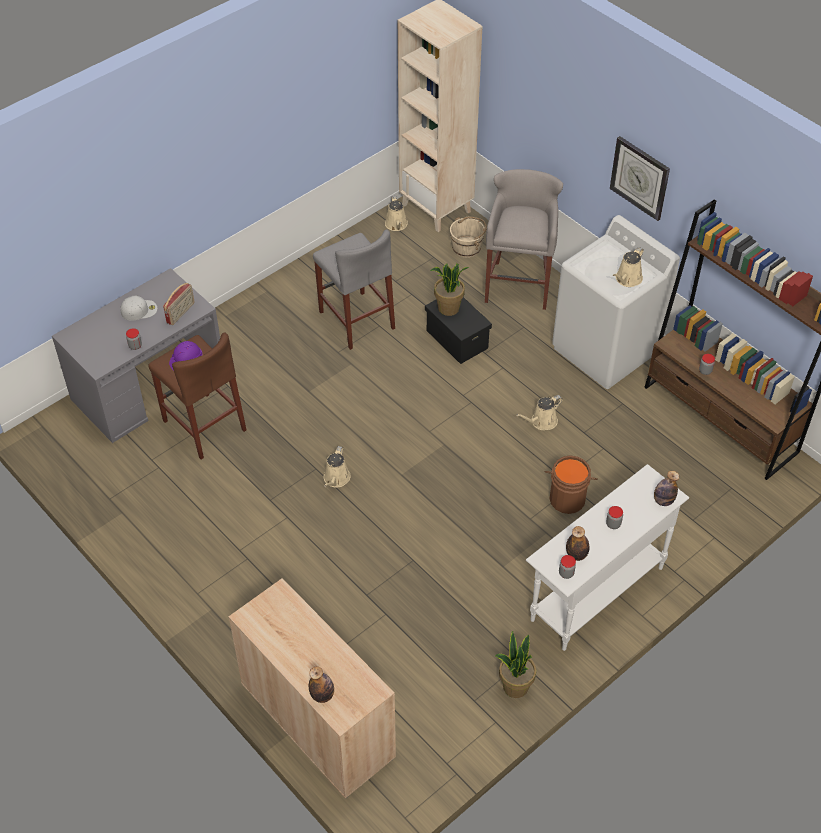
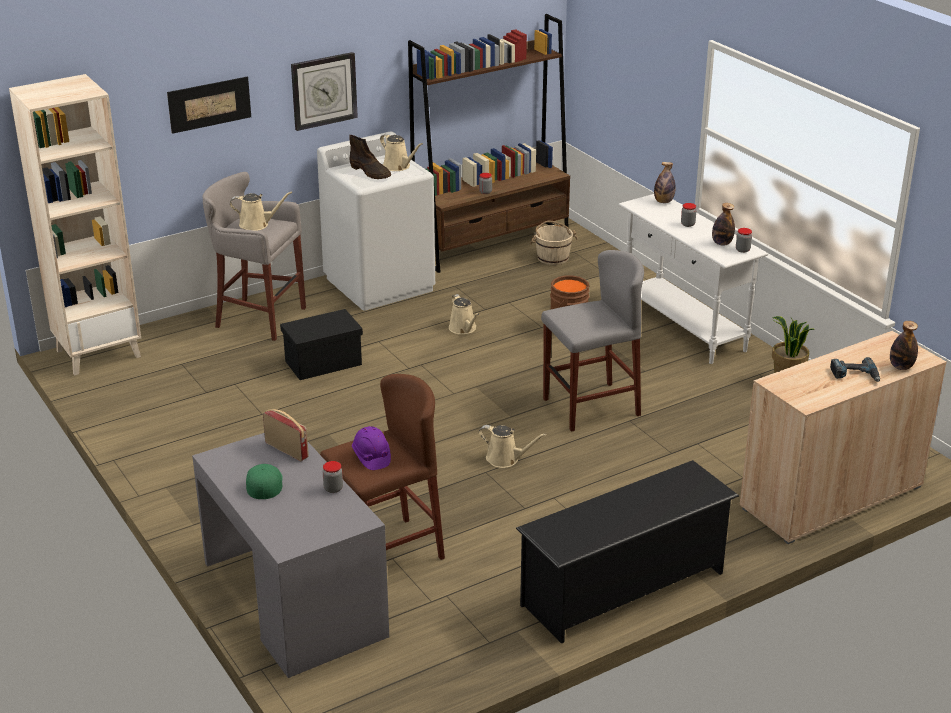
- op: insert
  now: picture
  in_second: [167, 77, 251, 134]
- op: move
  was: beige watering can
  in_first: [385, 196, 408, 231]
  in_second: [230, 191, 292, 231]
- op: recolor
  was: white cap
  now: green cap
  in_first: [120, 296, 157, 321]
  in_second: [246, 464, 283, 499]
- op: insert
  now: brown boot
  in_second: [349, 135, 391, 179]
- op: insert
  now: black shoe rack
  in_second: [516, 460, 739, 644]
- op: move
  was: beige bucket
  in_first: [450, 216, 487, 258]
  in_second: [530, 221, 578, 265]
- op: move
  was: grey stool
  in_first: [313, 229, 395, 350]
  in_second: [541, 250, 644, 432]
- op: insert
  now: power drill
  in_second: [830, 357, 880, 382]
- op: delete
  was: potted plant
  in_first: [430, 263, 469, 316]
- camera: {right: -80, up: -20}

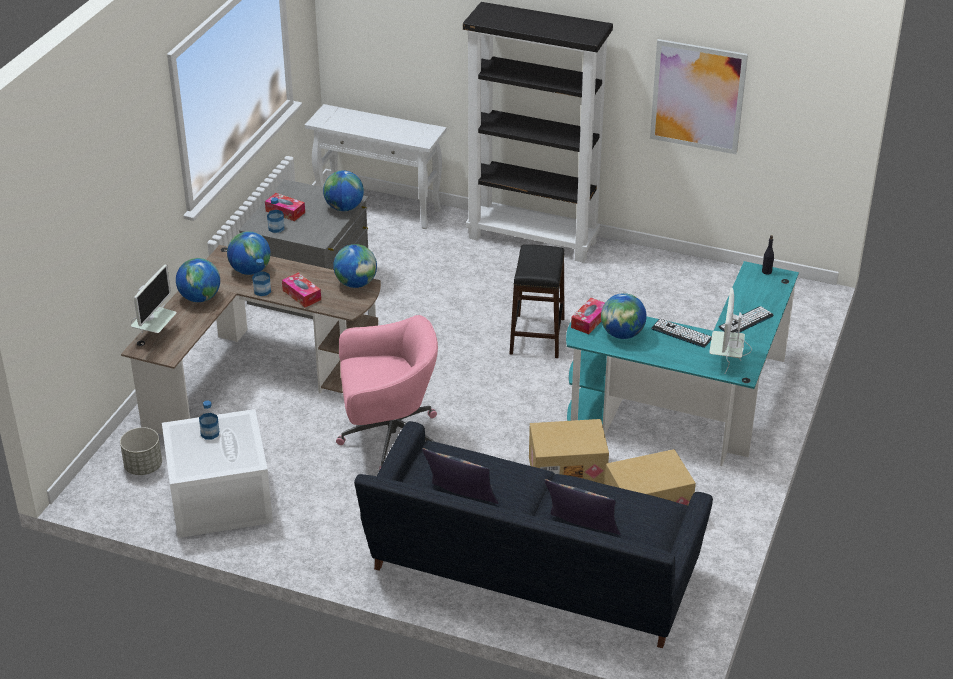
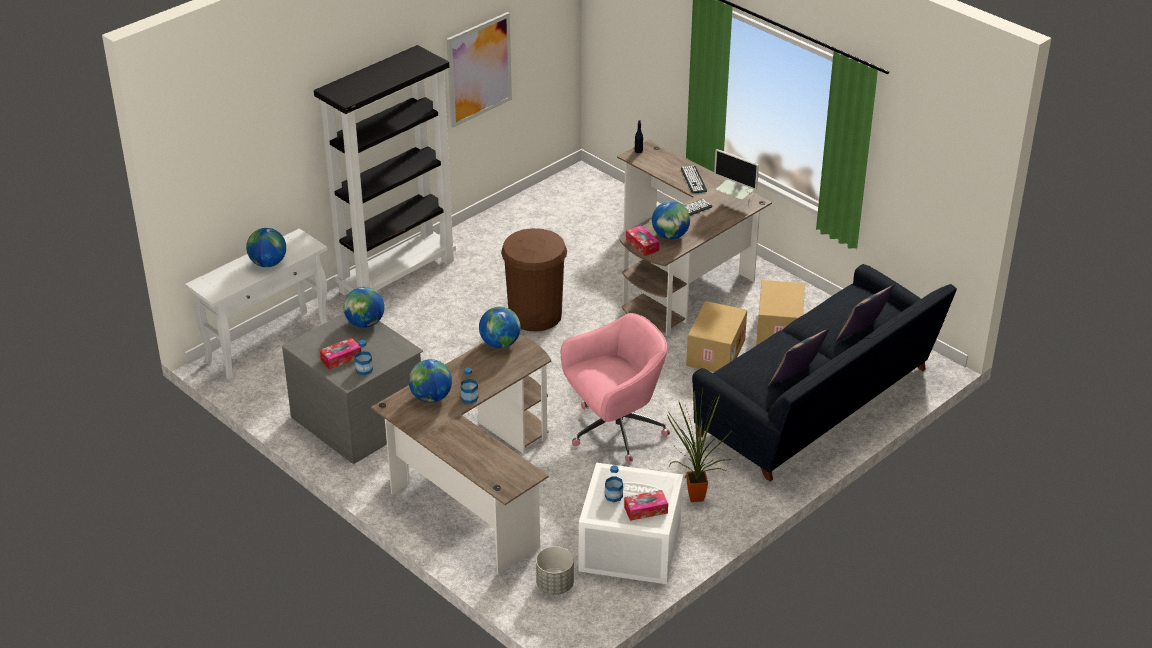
- op: move
  was: globe
  in_first: [176, 258, 220, 302]
  in_second: [246, 228, 286, 267]
- op: replace
  was: black stool
  now: brown trash can
  in_first: [510, 245, 565, 358]
  in_second: [501, 228, 567, 332]
- op: rotate
  was: pink office chair
  in_first: [336, 315, 438, 470]
  in_second: [561, 313, 670, 463]
  clockwise: 45
- op: recolor
  was: turquoise desk
  now: brown desk
  in_first: [566, 261, 799, 466]
  in_second: [617, 139, 772, 336]
- op: move
  was: tissue box
  in_first: [282, 273, 321, 307]
  in_second: [624, 490, 668, 521]
- op: insert
  now: potted plant
  in_second: [667, 389, 733, 502]
- op: delete
  was: monitor
  in_first: [131, 265, 177, 333]
- camera: {right: -65, up: 0}

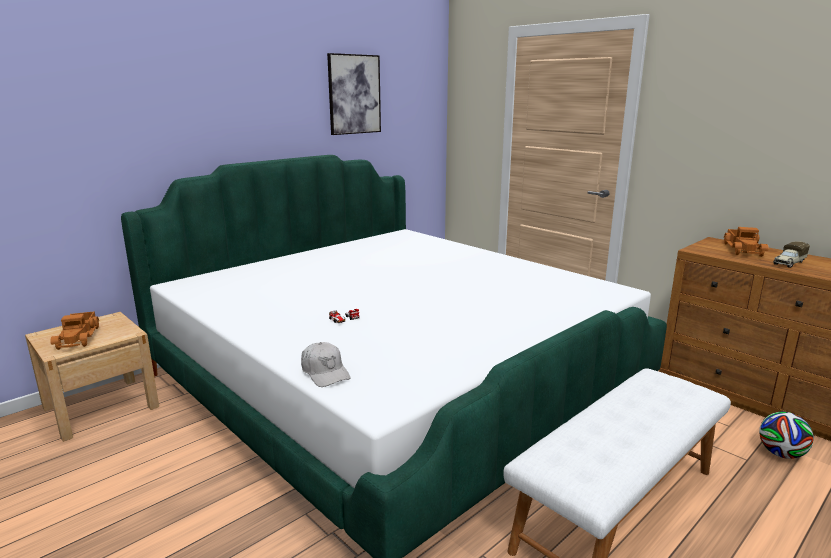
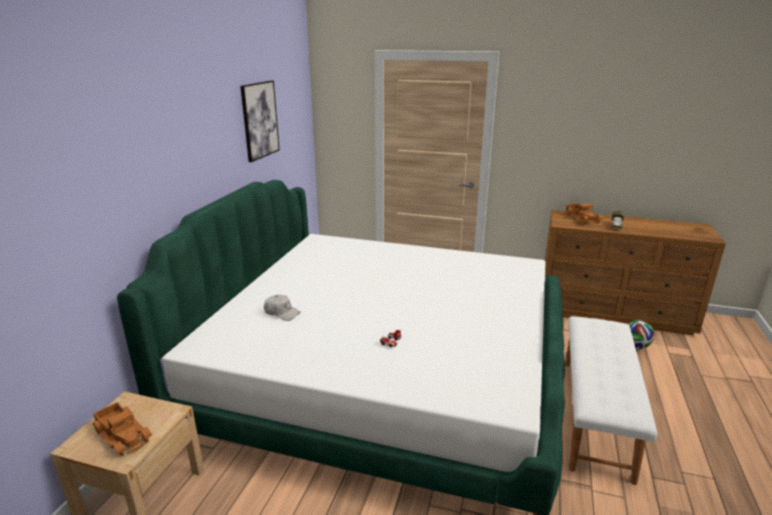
- op: move
  was: white cap
  in_first: [301, 342, 351, 387]
  in_second: [264, 295, 301, 321]
- camera: {right: -30, up: 5}

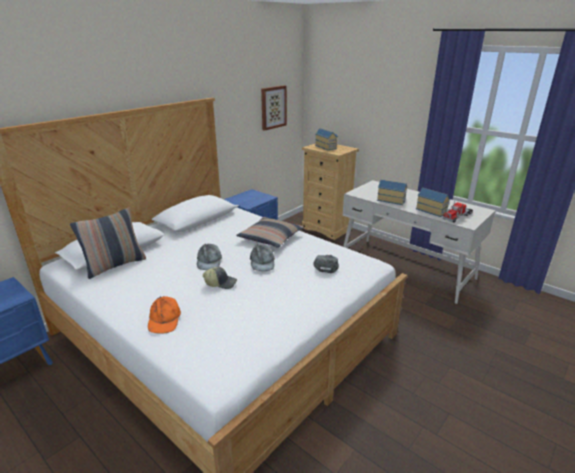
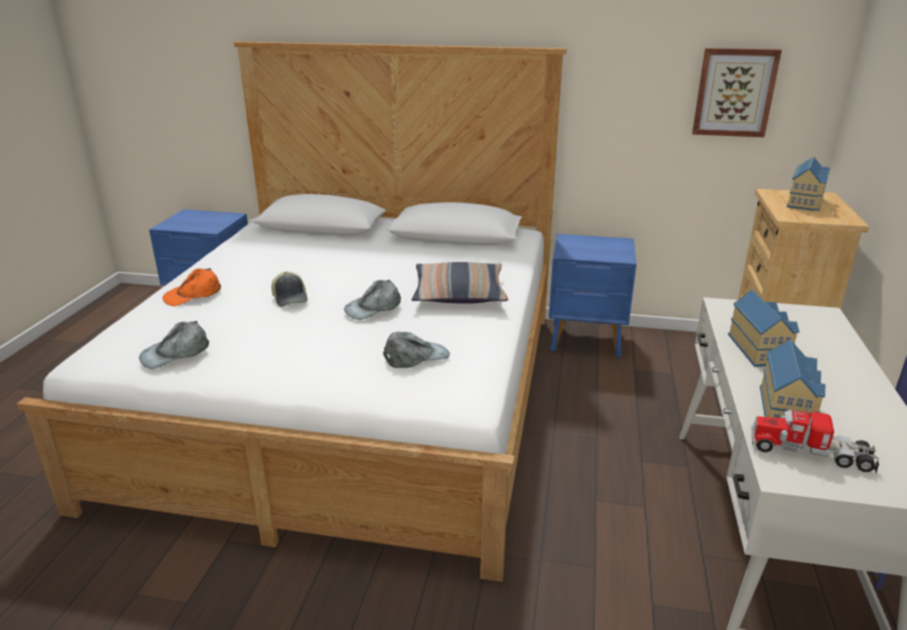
- op: move
  was: grey cap
  in_first: [197, 244, 222, 270]
  in_second: [139, 321, 209, 369]
- op: delete
  was: pillow
  in_first: [70, 207, 146, 279]
- camera: {right: 60, up: 0}

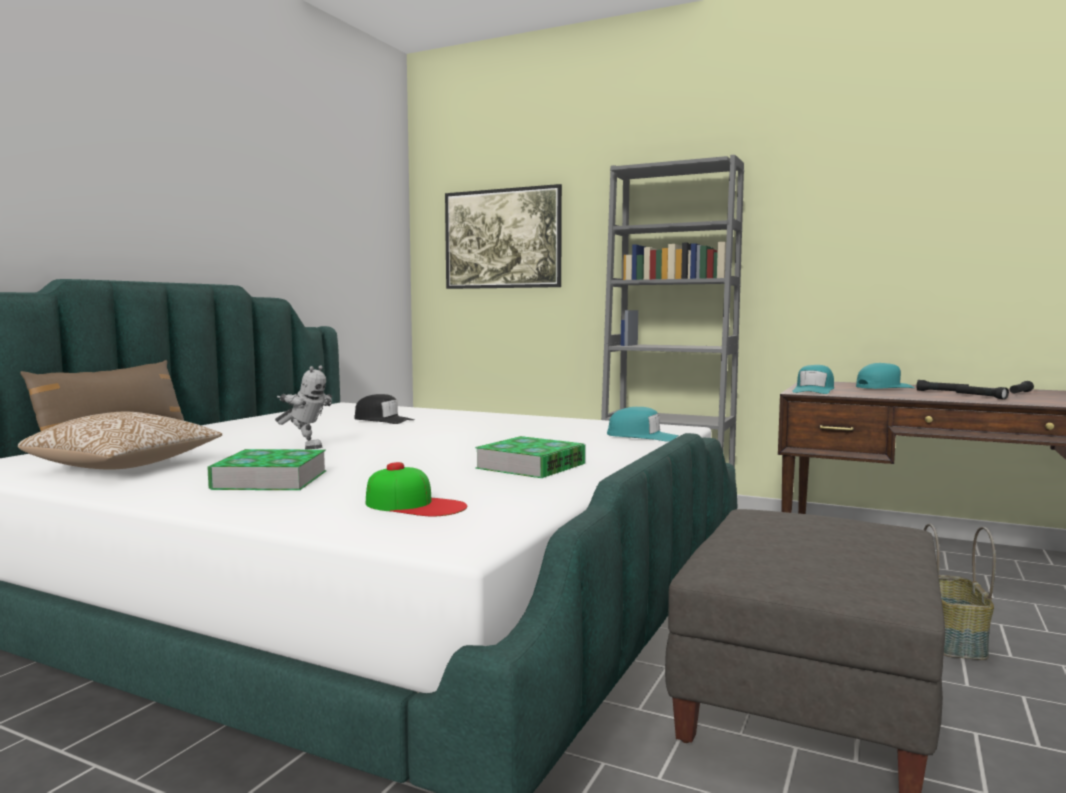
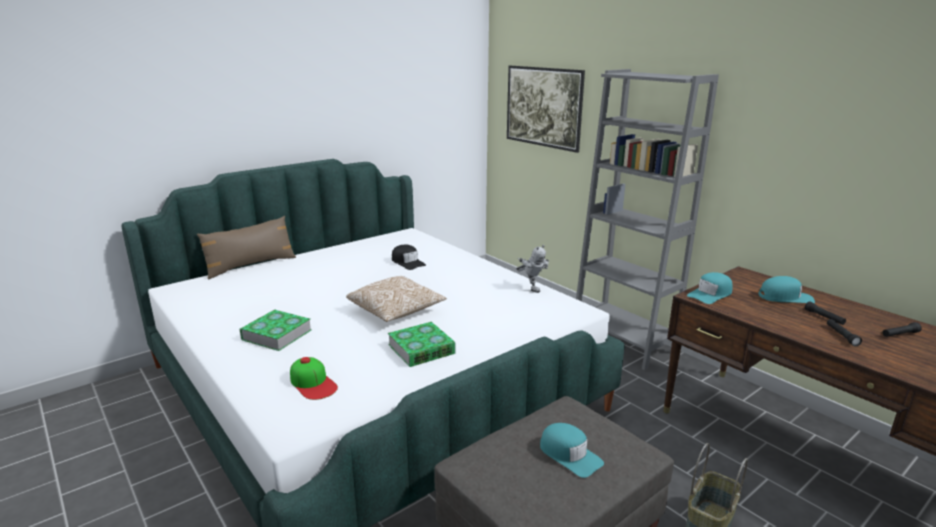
- op: move
  was: pillow
  in_first: [18, 412, 222, 470]
  in_second: [346, 276, 447, 322]
- op: move
  was: toy robot
  in_first: [275, 365, 332, 449]
  in_second: [516, 245, 549, 293]
- op: move
  was: turquoise cap
  in_first: [607, 407, 679, 442]
  in_second: [540, 423, 604, 478]
- camera: {right: 25, up: 15}

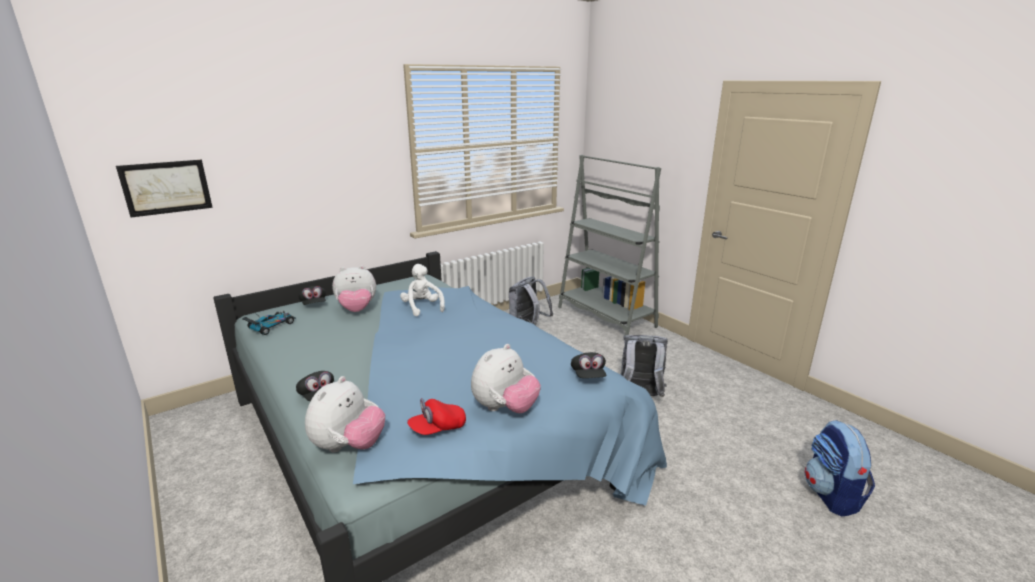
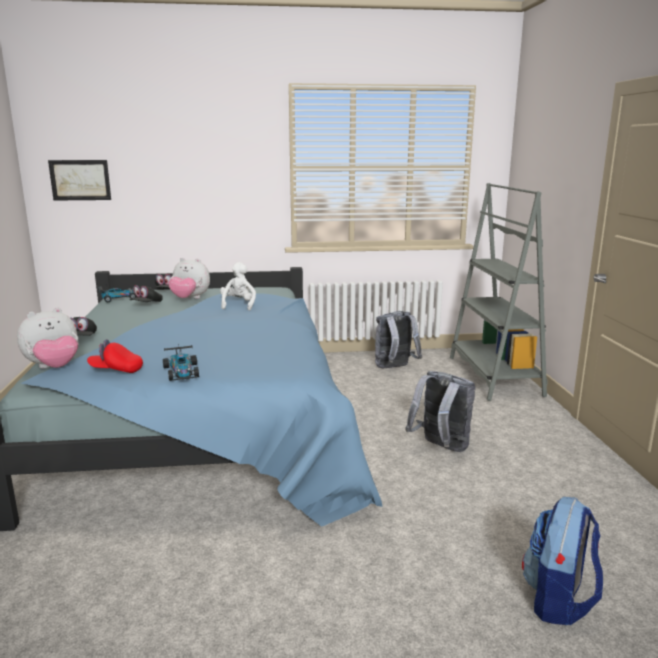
- op: move
  was: black cap
  in_first: [571, 352, 606, 378]
  in_second: [130, 285, 163, 302]
- op: replace
  was: plush toy
  now: toy car
  in_first: [471, 344, 541, 413]
  in_second: [163, 343, 199, 381]
- camera: {right: 30, up: -5}

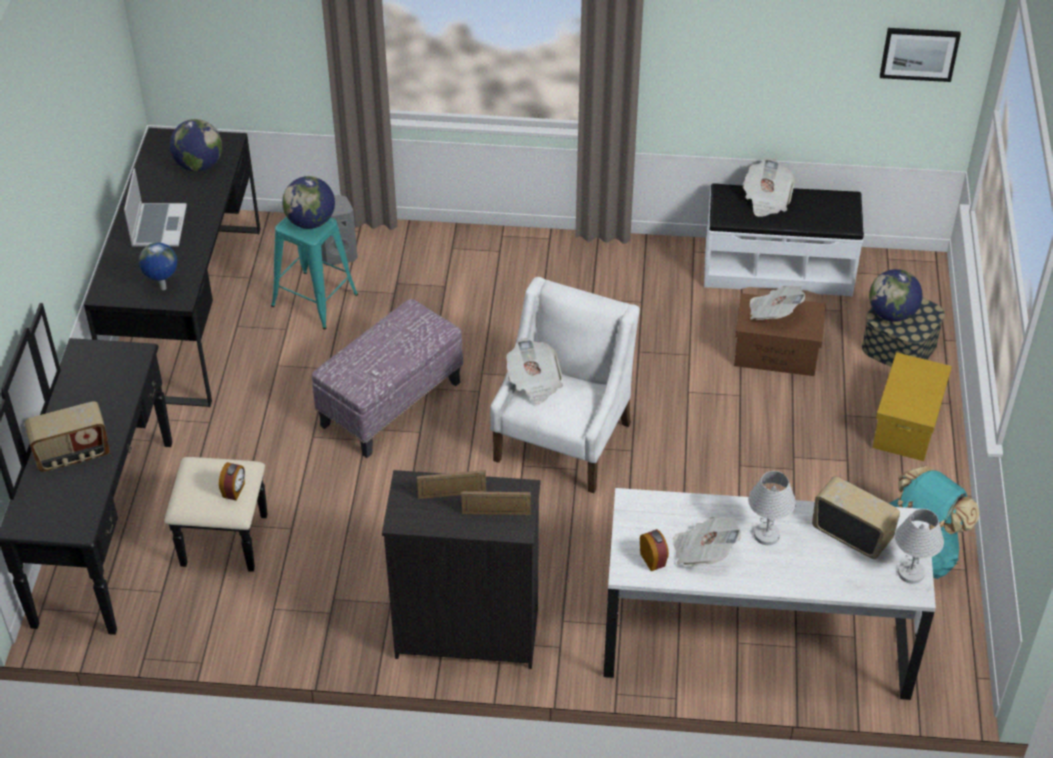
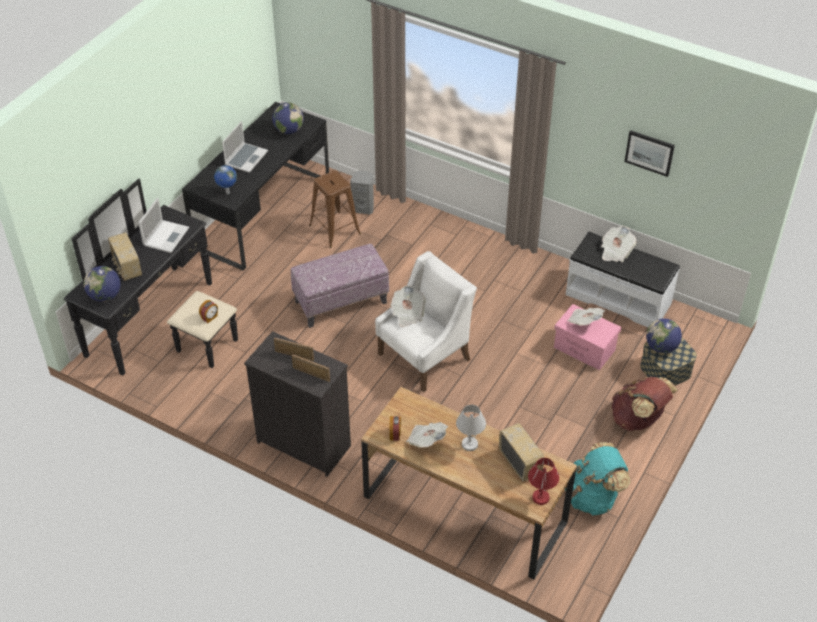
- op: move
  was: globe
  in_first: [282, 176, 335, 229]
  in_second: [84, 266, 121, 302]
- op: rotate
  was: radio
  in_first: [24, 402, 110, 472]
  in_second: [108, 232, 142, 281]
  clockwise: 60
- op: insert
  now: laptop
  in_second: [138, 198, 189, 253]
- op: recolor
  was: turquoise stool
  now: brown stool
  in_first: [271, 216, 358, 329]
  in_second: [309, 170, 361, 248]
- op: recolor
  was: white desk
  now: brown desk
  in_first: [603, 488, 936, 700]
  in_second: [361, 387, 577, 579]
- op: recolor
  was: white table lamp
  now: red table lamp
  in_first: [895, 509, 944, 584]
  in_second: [528, 458, 559, 505]
- op: recolor
  was: brown storage box
  now: pink storage box
  in_first: [734, 293, 826, 376]
  in_second: [554, 304, 621, 370]
- op: replace
  was: yellow storage box
  now: brown backpack
  in_first: [872, 352, 952, 461]
  in_second: [612, 377, 678, 431]
- op: move
  was: picture
  in_first: [880, 28, 961, 82]
  in_second: [624, 130, 675, 177]
- camera: {right: 25, up: 0}

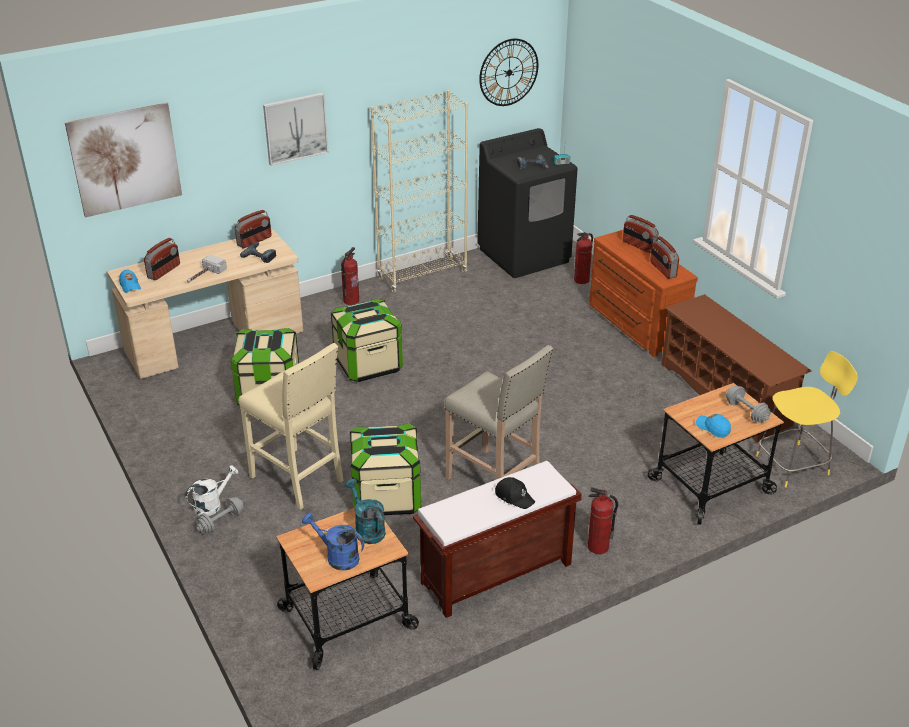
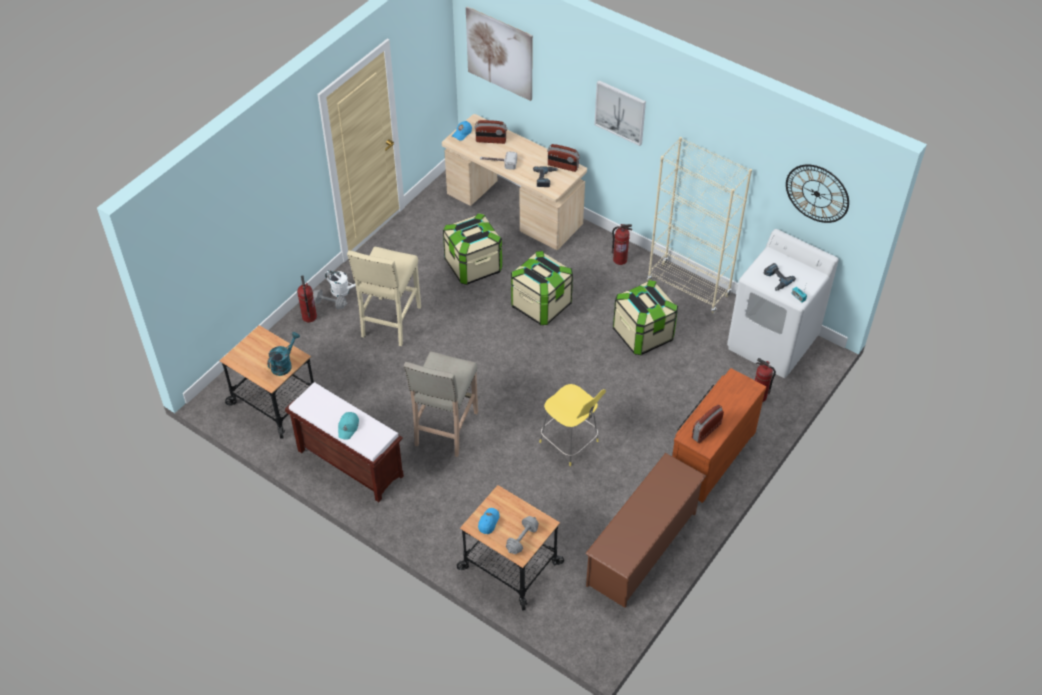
- op: move
  was: fire extinguisher
  in_first: [588, 487, 618, 554]
  in_second: [297, 276, 317, 322]
- op: recolor
  was: black cap
  now: turquoise cap
  in_first: [495, 477, 535, 509]
  in_second: [338, 412, 359, 440]
- op: move
  was: yellow stool
  in_first: [756, 351, 857, 487]
  in_second: [539, 384, 606, 466]
- op: move
  was: storage box
  in_first: [350, 423, 421, 515]
  in_second: [613, 280, 678, 355]
- op: recolor
  was: black washing machine
  now: white washing machine
  in_first: [477, 128, 578, 278]
  in_second: [727, 229, 839, 378]
- op: delete
  was: blue watering can
  in_first: [302, 513, 364, 571]
- op: delete
  was: radio
  in_first: [623, 215, 658, 253]
- camera: {right: 65, up: 15}

